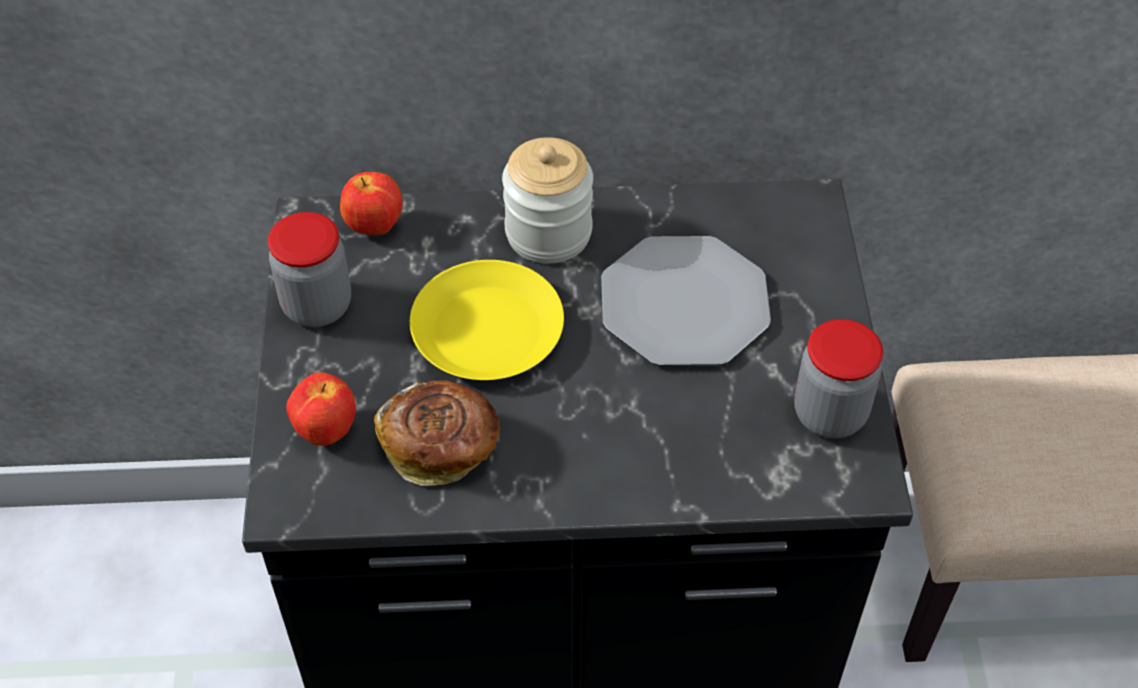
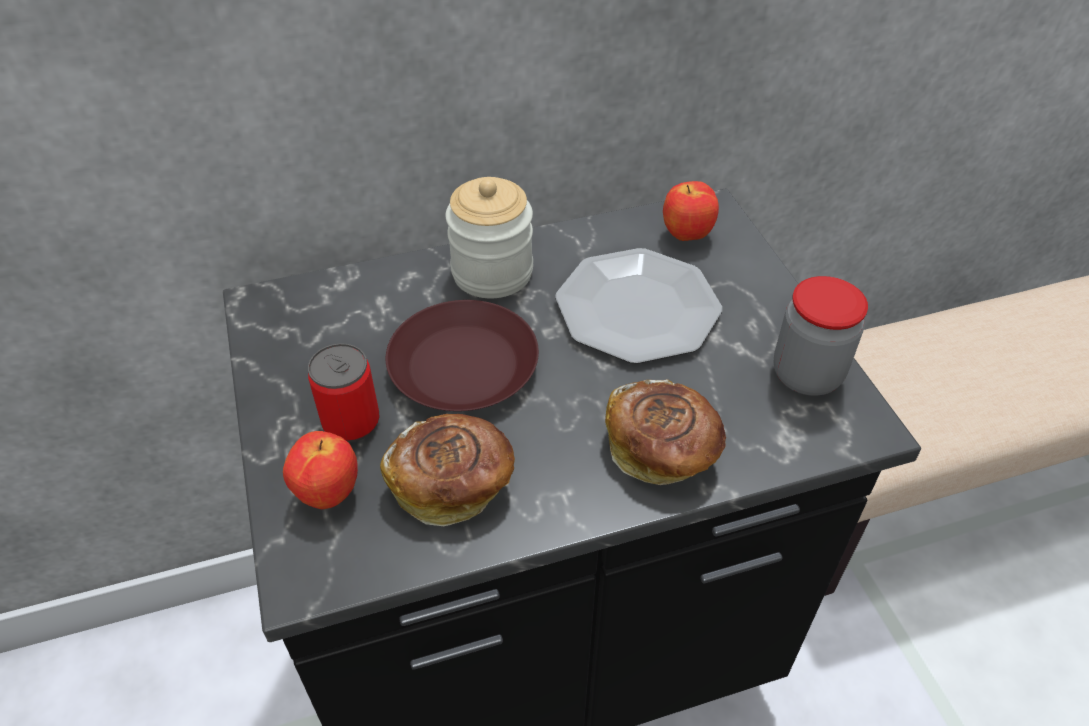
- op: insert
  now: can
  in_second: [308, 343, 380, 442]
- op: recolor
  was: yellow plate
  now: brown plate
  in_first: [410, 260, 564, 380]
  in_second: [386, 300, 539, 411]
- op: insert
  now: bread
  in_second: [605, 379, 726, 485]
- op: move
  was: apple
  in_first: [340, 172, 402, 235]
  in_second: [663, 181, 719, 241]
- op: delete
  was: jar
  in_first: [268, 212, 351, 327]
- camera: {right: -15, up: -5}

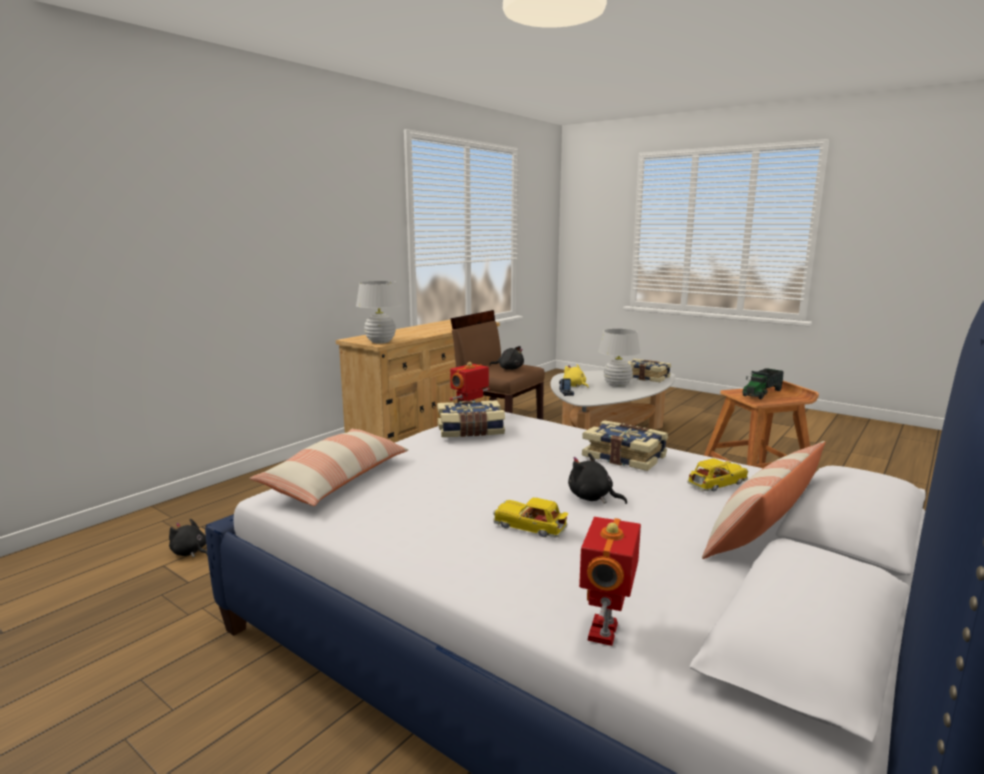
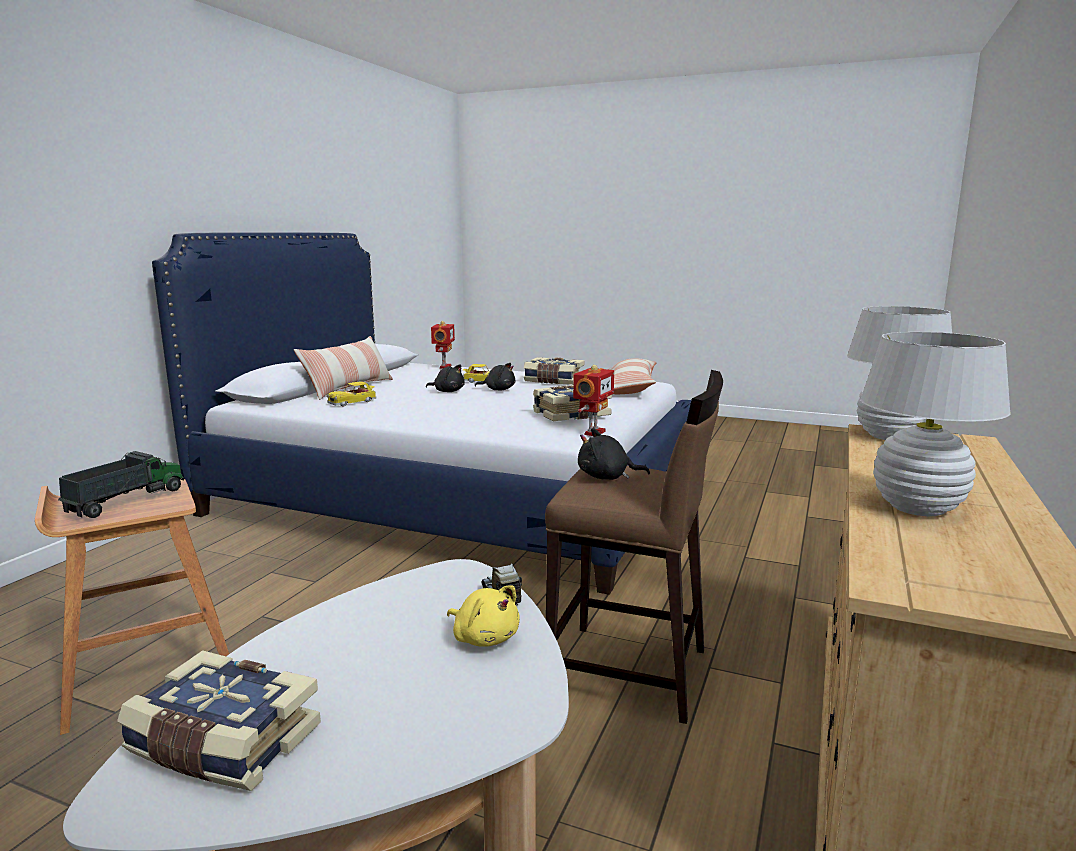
- op: move
  was: black plush toy
  in_first: [169, 519, 208, 557]
  in_second: [475, 363, 515, 391]
- op: move
  was: book
  in_first: [582, 420, 668, 471]
  in_second: [524, 357, 585, 385]
- op: move
  was: white table lamp
  in_first: [598, 329, 640, 387]
  in_second: [860, 332, 1011, 516]
- camera: {right: 165, up: 0}

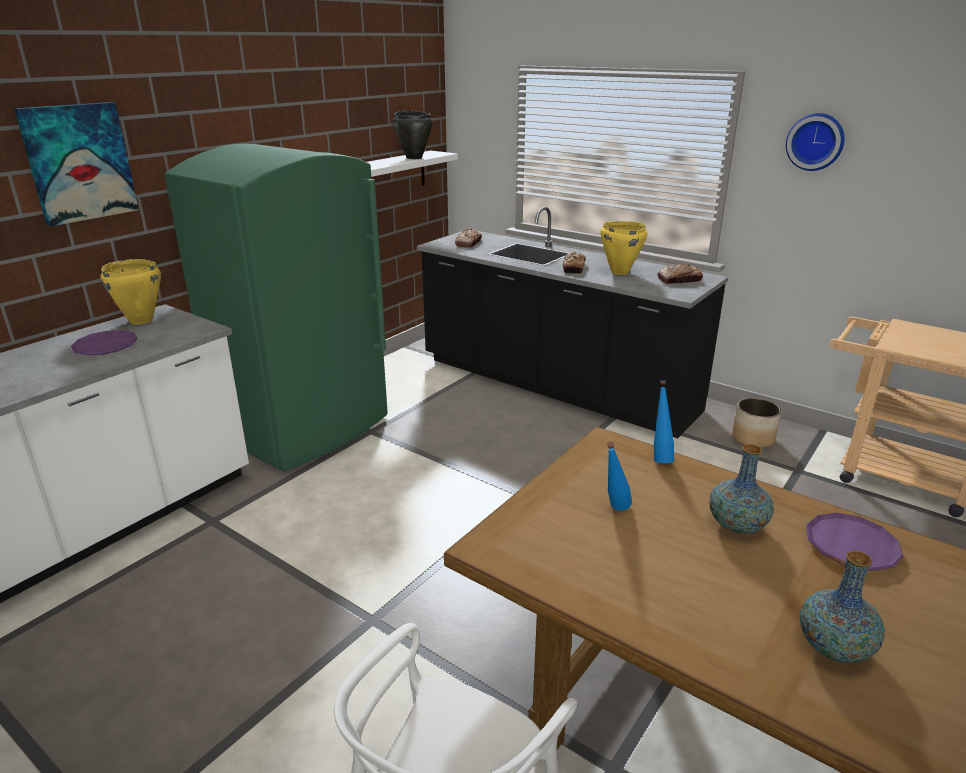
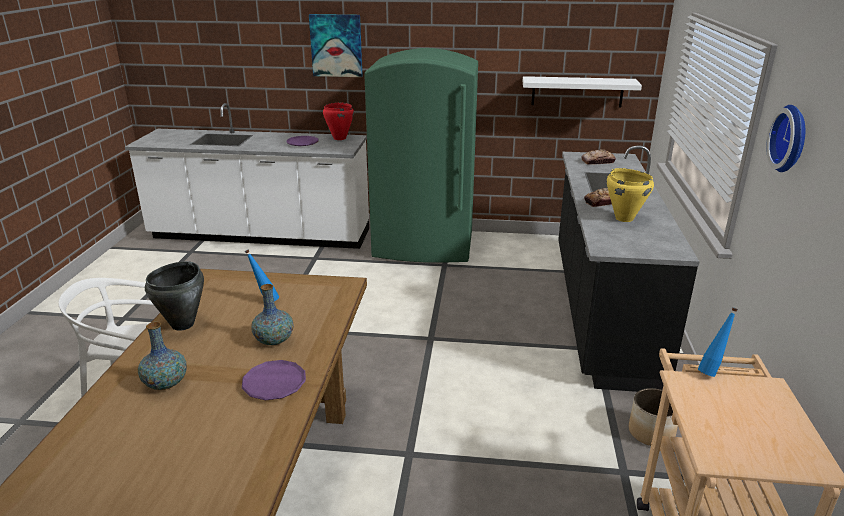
- op: move
  was: black cooking pot
  in_first: [393, 111, 433, 159]
  in_second: [145, 261, 204, 331]
- op: recolor
  was: yellow cooking pot
  now: red cooking pot
  in_first: [100, 259, 161, 325]
  in_second: [323, 102, 354, 140]
- op: move
  was: blue bottle
  in_first: [654, 381, 674, 463]
  in_second: [698, 307, 738, 377]
- op: delete
  was: bread
  in_first: [657, 263, 703, 284]
- camera: {right: 60, up: 0}

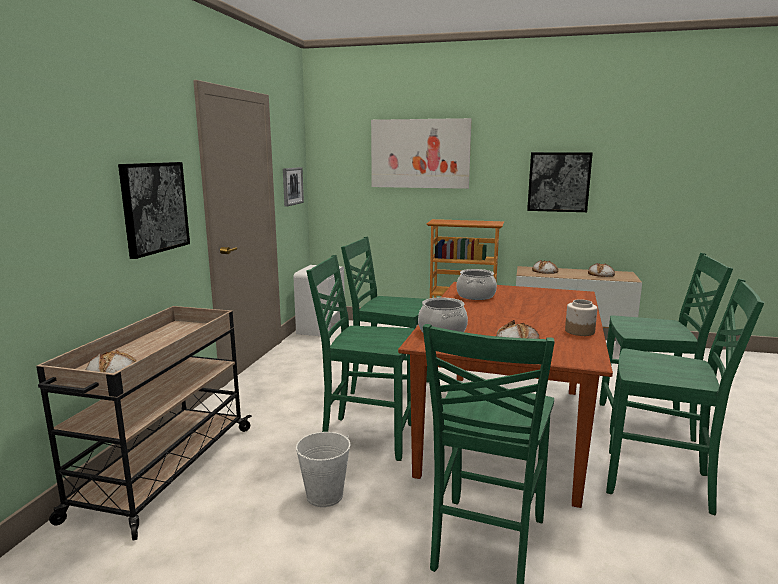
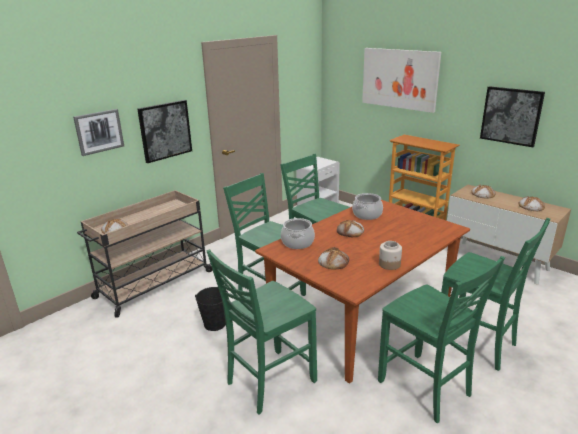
- op: move
  was: picture
  in_first: [283, 167, 304, 207]
  in_second: [73, 109, 124, 156]
- op: recolor
  was: white bucket
  now: black bucket
  in_first: [296, 432, 350, 507]
  in_second: [195, 287, 227, 331]
- op: insert
  now: bread
  in_second: [337, 220, 364, 237]
- camera: {right: 30, up: 10}

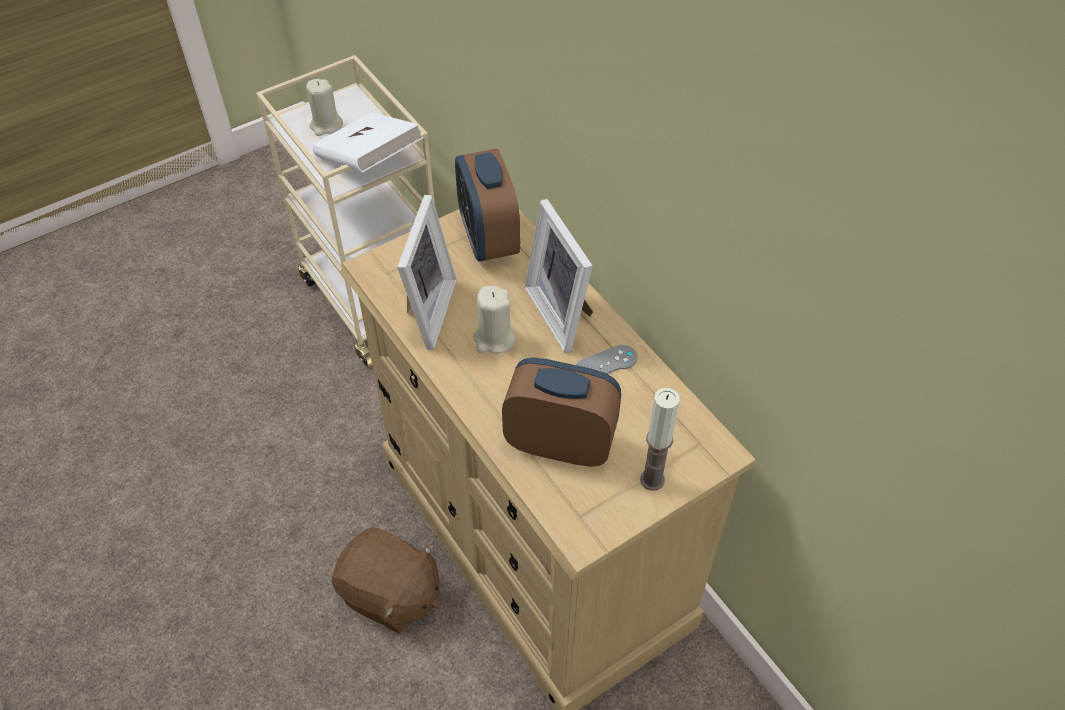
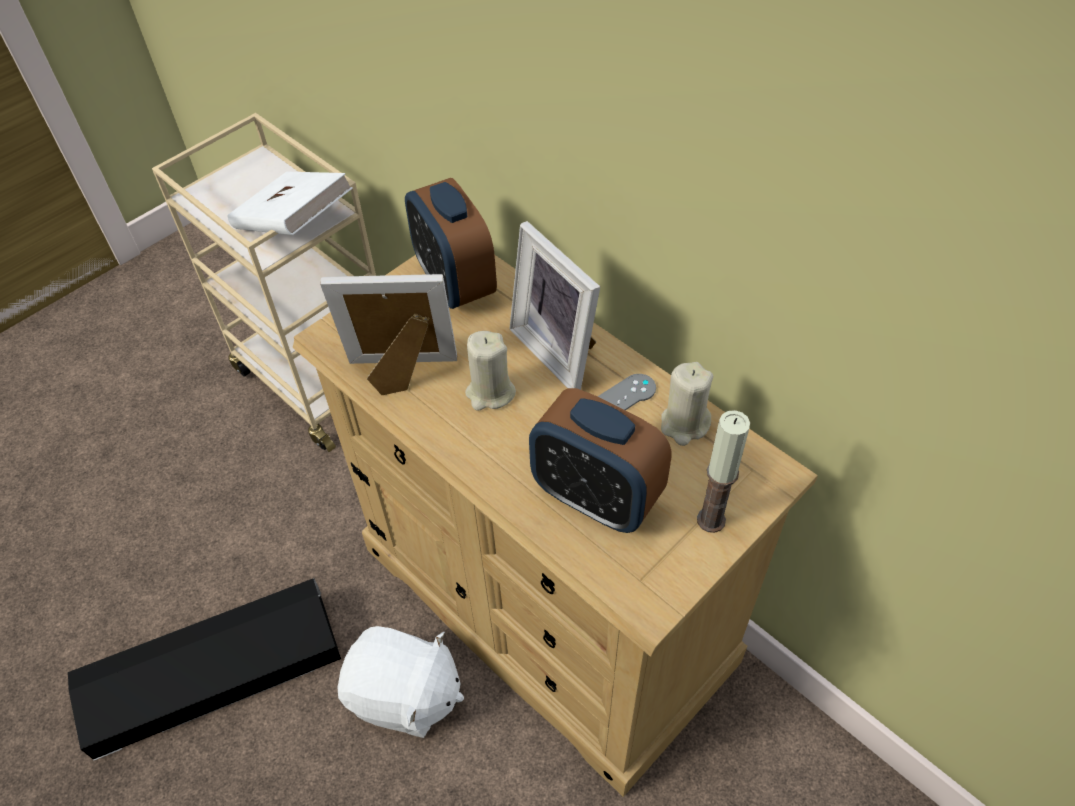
- op: insert
  now: black storage box
  in_second: [68, 578, 341, 761]
- op: rotate
  was: picture frame
  in_first: [397, 195, 457, 350]
  in_second: [320, 274, 457, 395]
  clockwise: -90
- op: recolor
  was: brown plush toy
  now: white plush toy
  in_first: [332, 527, 440, 634]
  in_second: [337, 626, 464, 738]
- op: rotate
  was: alarm clock
  in_first: [502, 358, 621, 467]
  in_second: [529, 388, 672, 533]
  clockwise: -150
- op: move
  was: beige candle
  in_first: [306, 79, 343, 136]
  in_second: [661, 362, 713, 446]
- camera: {right: -10, up: 0}

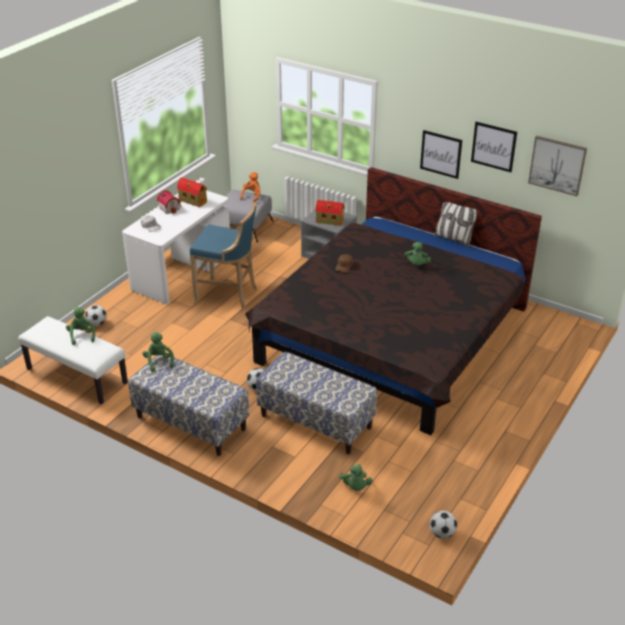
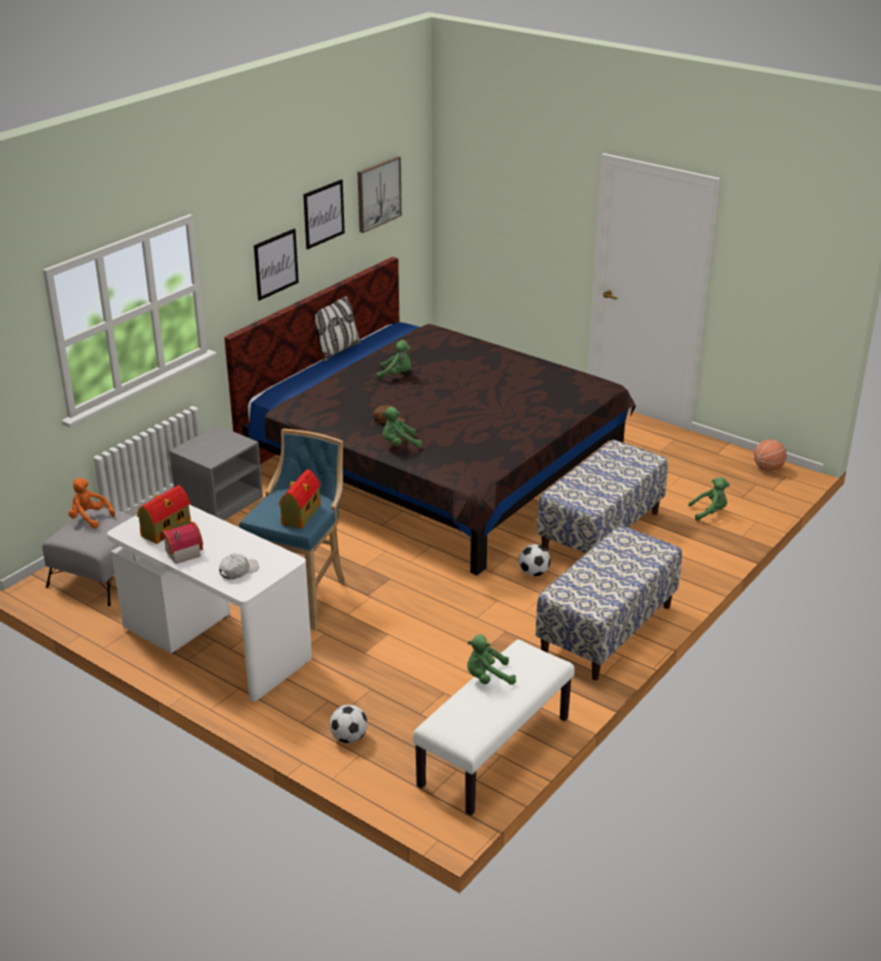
- op: move
  was: toy house
  in_first: [315, 200, 344, 226]
  in_second: [279, 470, 321, 528]
- op: move
  was: green plush toy
  in_first: [143, 332, 174, 372]
  in_second: [382, 407, 422, 448]
- op: replace
  was: football
  now: basketball
  in_first: [430, 511, 457, 539]
  in_second: [754, 439, 787, 471]
- camera: {right: -85, up: -5}

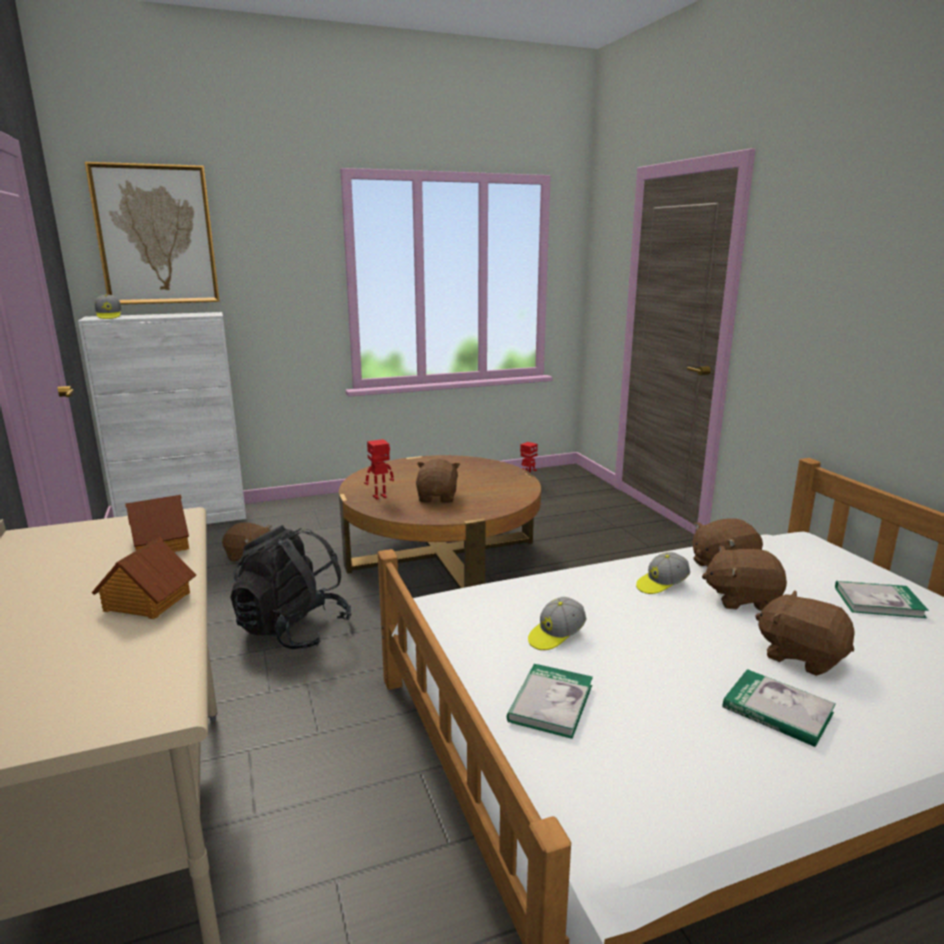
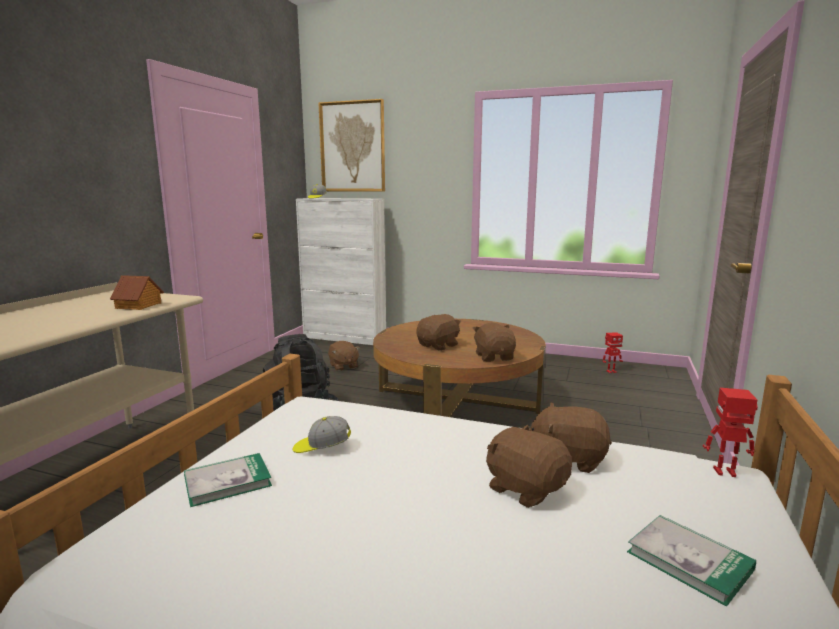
- op: move
  was: brown plush toy
  in_first: [755, 590, 855, 676]
  in_second: [472, 323, 516, 362]
- op: move
  was: toy robot
  in_first: [364, 439, 394, 499]
  in_second: [703, 388, 758, 477]
- op: delete
  was: toy house
  in_first: [92, 537, 196, 619]
- op: delete
  was: cap
  in_first: [636, 552, 690, 594]
- op: delete
  was: book
  in_first: [723, 669, 836, 747]
- camera: {right: 40, up: -5}

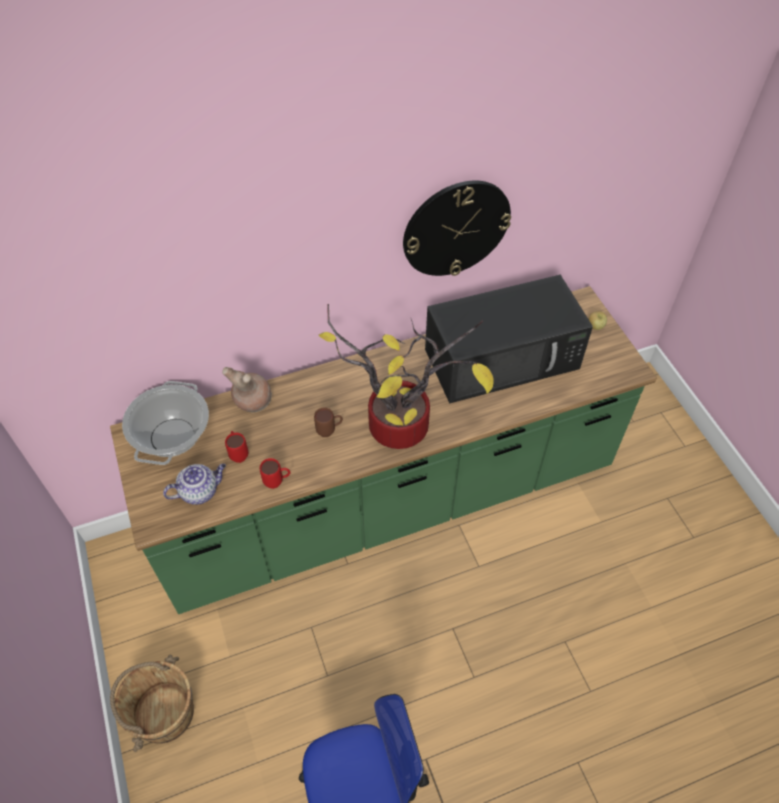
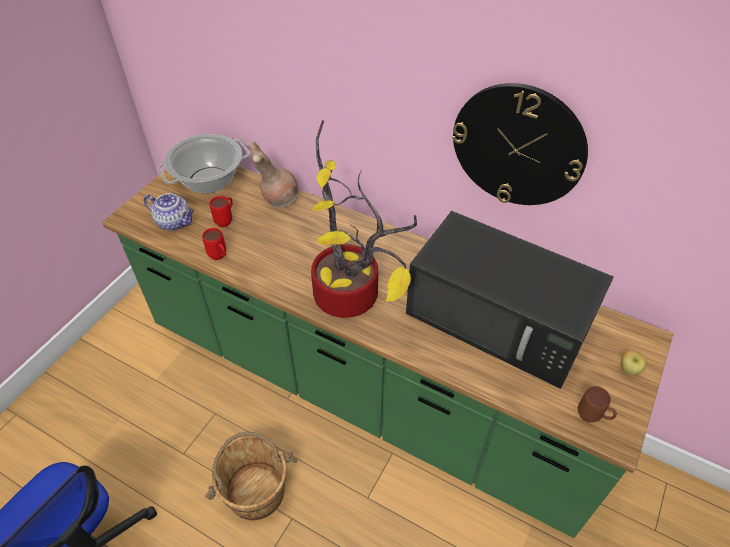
- op: move
  was: brown bucket
  in_first: [110, 655, 194, 752]
  in_second: [205, 432, 297, 520]
- op: move
  was: brown mug
  in_first: [314, 407, 343, 437]
  in_second: [578, 386, 617, 423]
- camera: {right: 50, up: -5}

